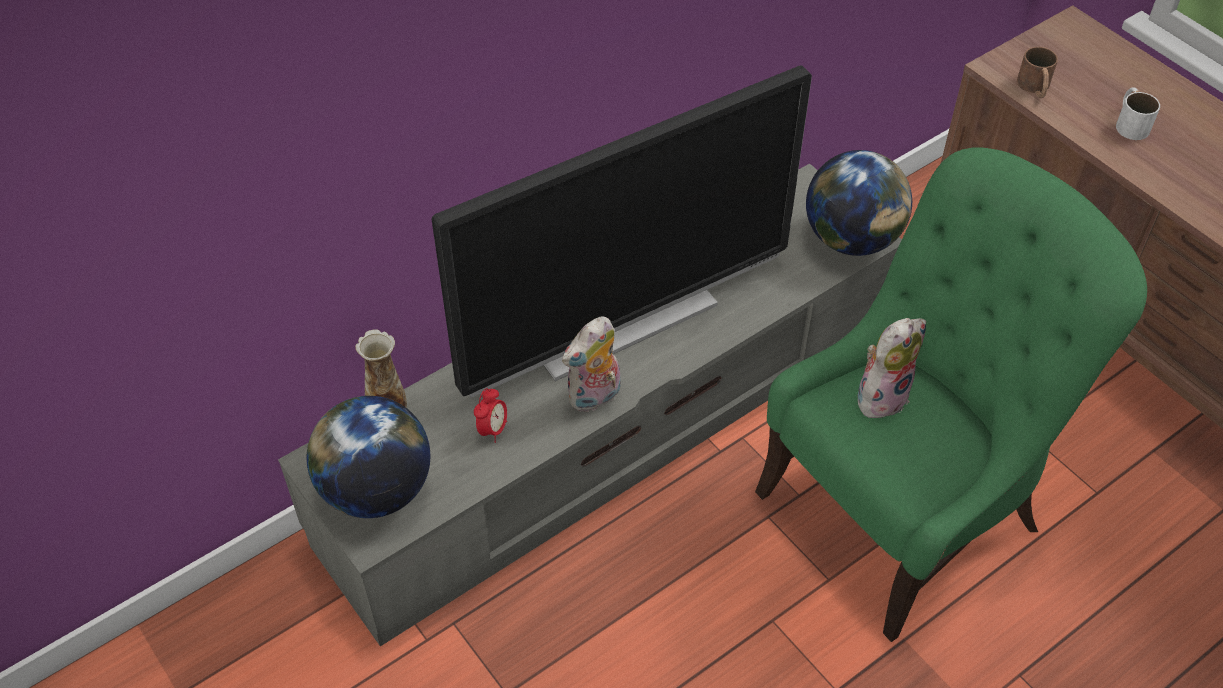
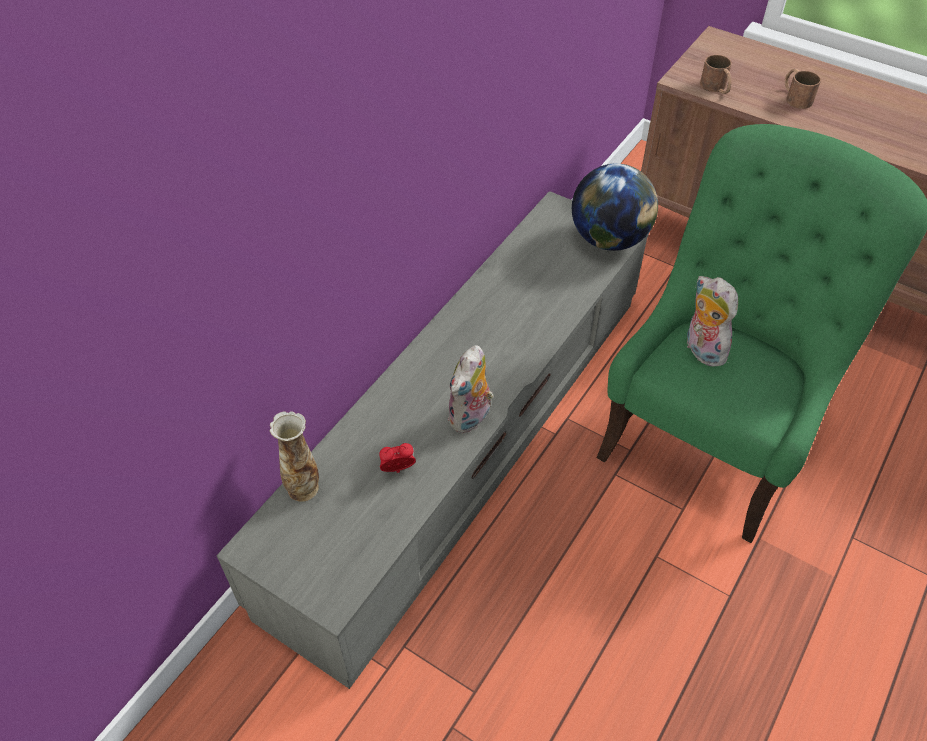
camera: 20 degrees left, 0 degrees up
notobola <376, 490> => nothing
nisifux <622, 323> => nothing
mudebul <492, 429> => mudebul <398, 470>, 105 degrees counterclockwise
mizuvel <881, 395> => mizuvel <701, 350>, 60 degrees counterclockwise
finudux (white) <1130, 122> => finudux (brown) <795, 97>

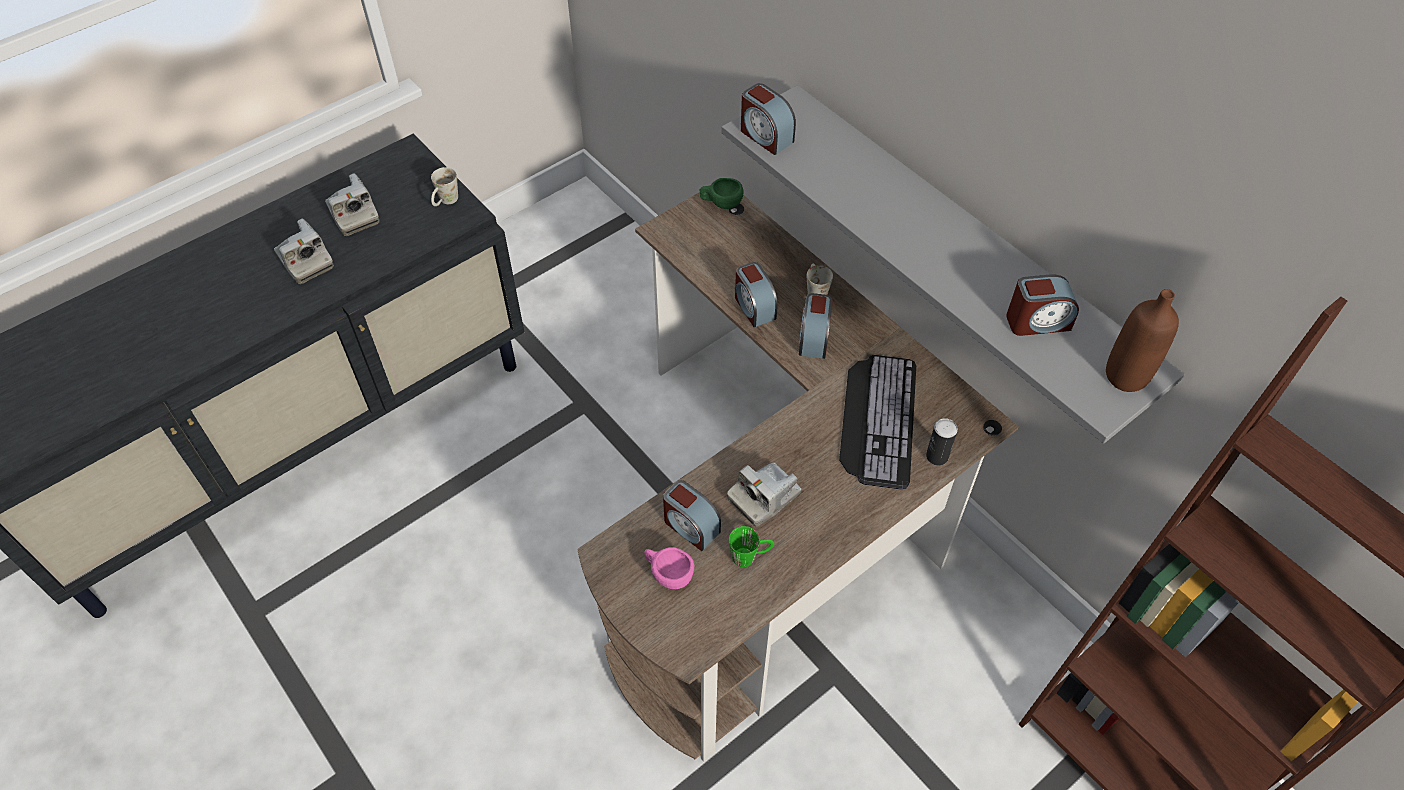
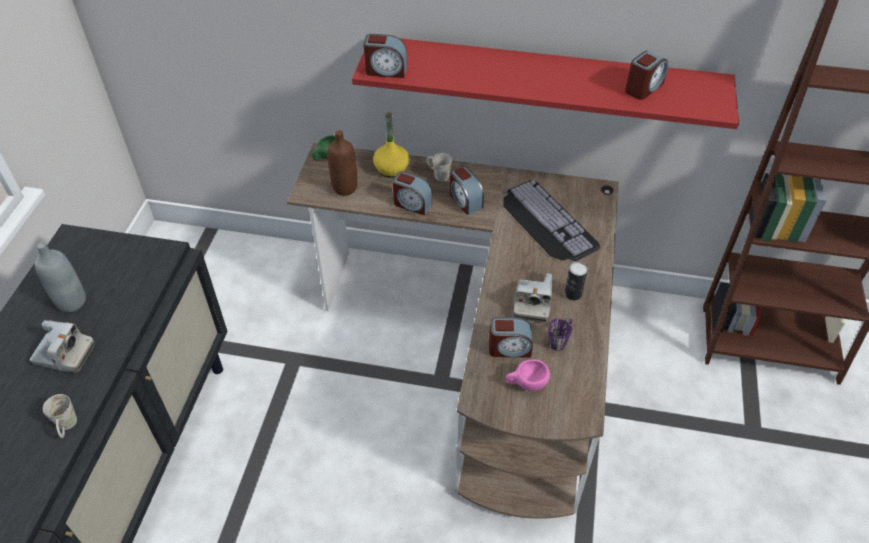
camera: 40 degrees left, 5 degrees down
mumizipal <353, 215> => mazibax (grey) <71, 302>
finudux (white) <445, 202> => finudux (white) <67, 427>, moved
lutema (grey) <962, 244> => lutema (red) <544, 80>
finudux (green) <750, 556> => finudux (purple) <560, 340>
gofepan <937, 456> => gofepan <573, 294>, moved
mazibax (brown) <1126, 376> => mazibax (brown) <345, 188>, moved
nothing => mazibax (yellow) <391, 169>

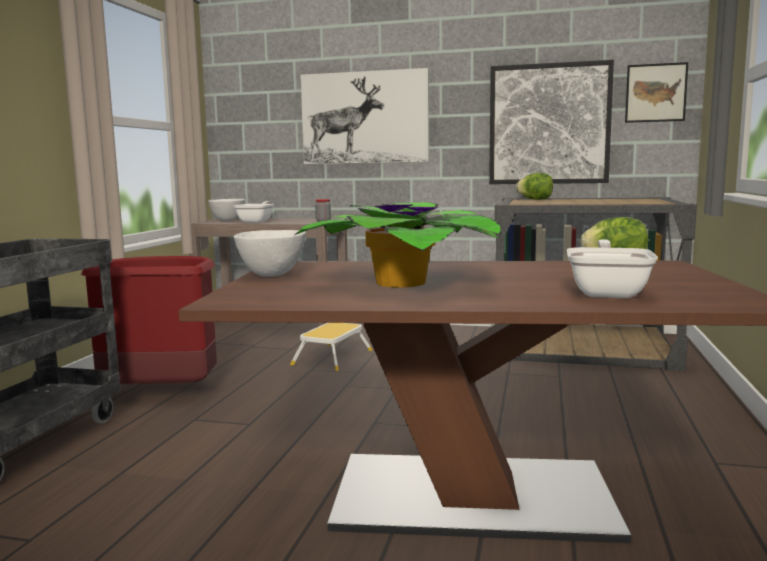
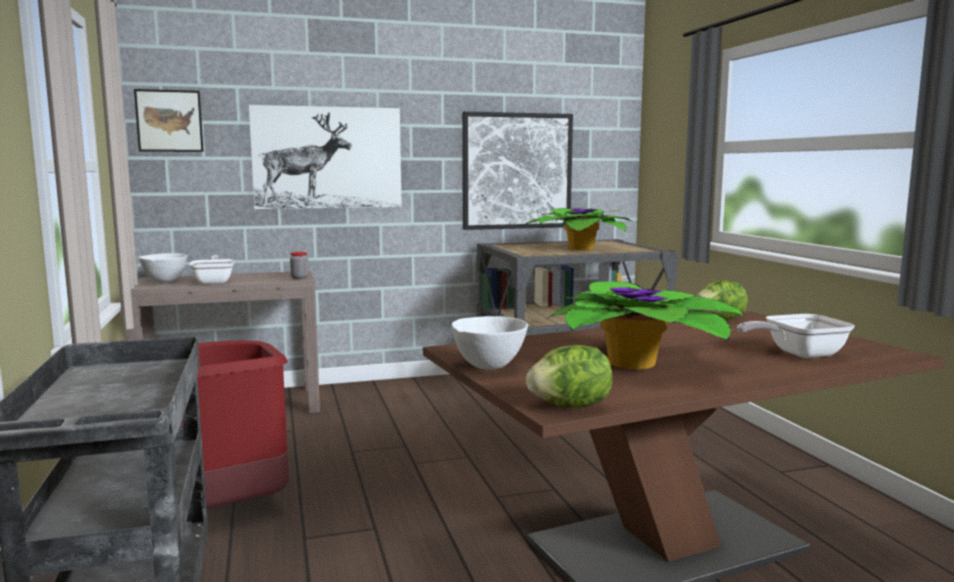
camera: 30 degrees left, 0 degrees up
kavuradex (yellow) <332, 357> => nothing
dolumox <535, 199> => dolumox <570, 406>, moved
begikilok <608, 292> => begikilok <798, 354>, 90 degrees counterclockwise
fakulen <655, 93> => fakulen <169, 121>, moved
nothing => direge <579, 248>

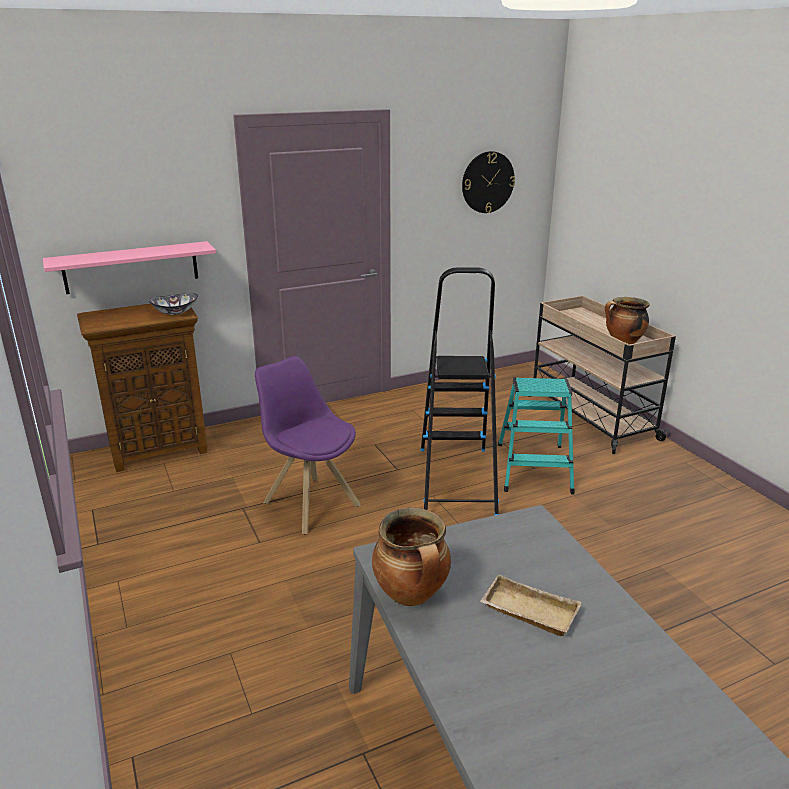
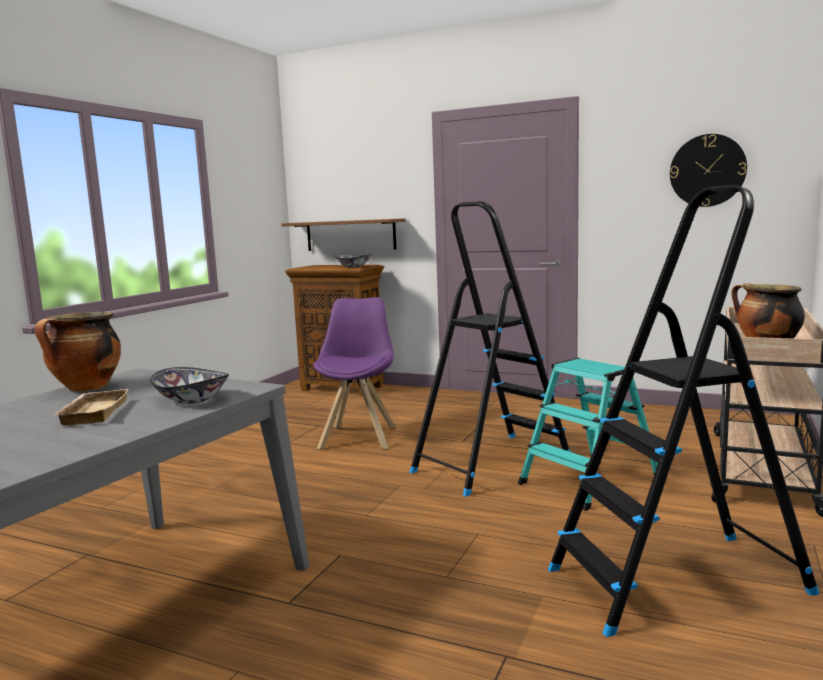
camera: 50 degrees right, 15 degrees down
lutema (pink) <131, 267> => lutema (brown) <350, 235>
nothing => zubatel <191, 400>
nothing => kavuradex (black) <675, 581>

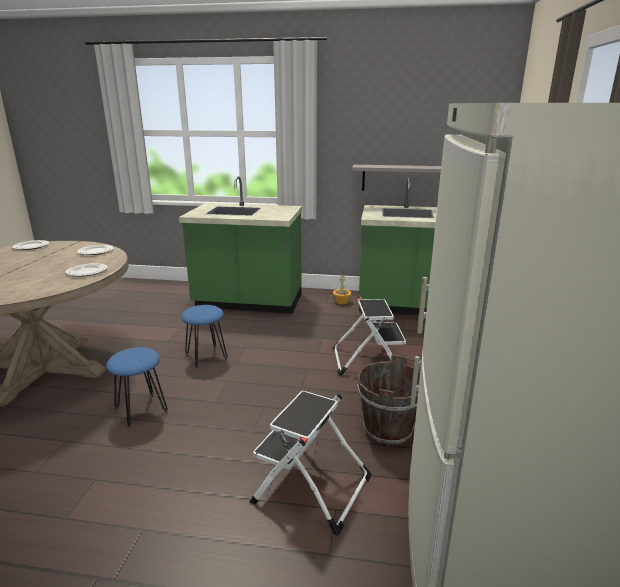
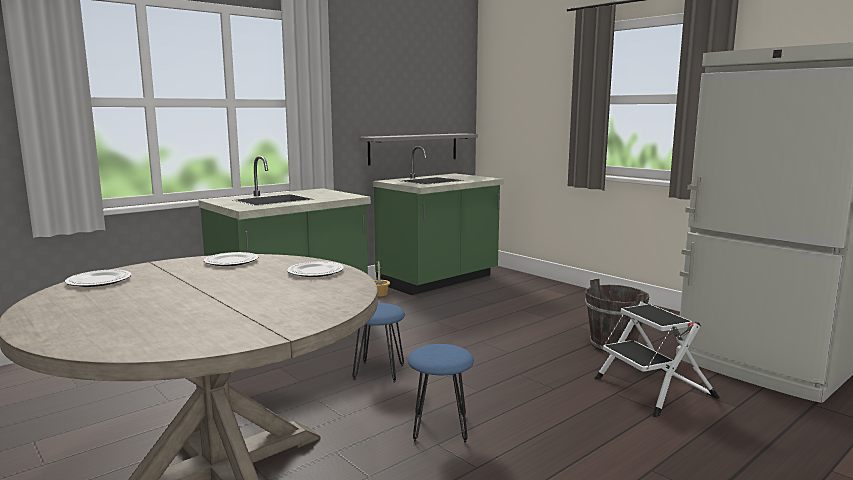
camera: 50 degrees left, 10 degrees down
kavuradex <367, 360> => nothing

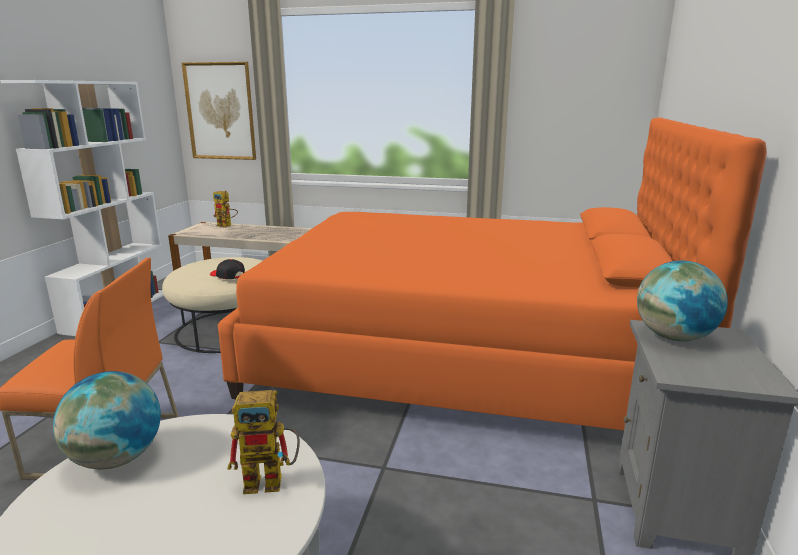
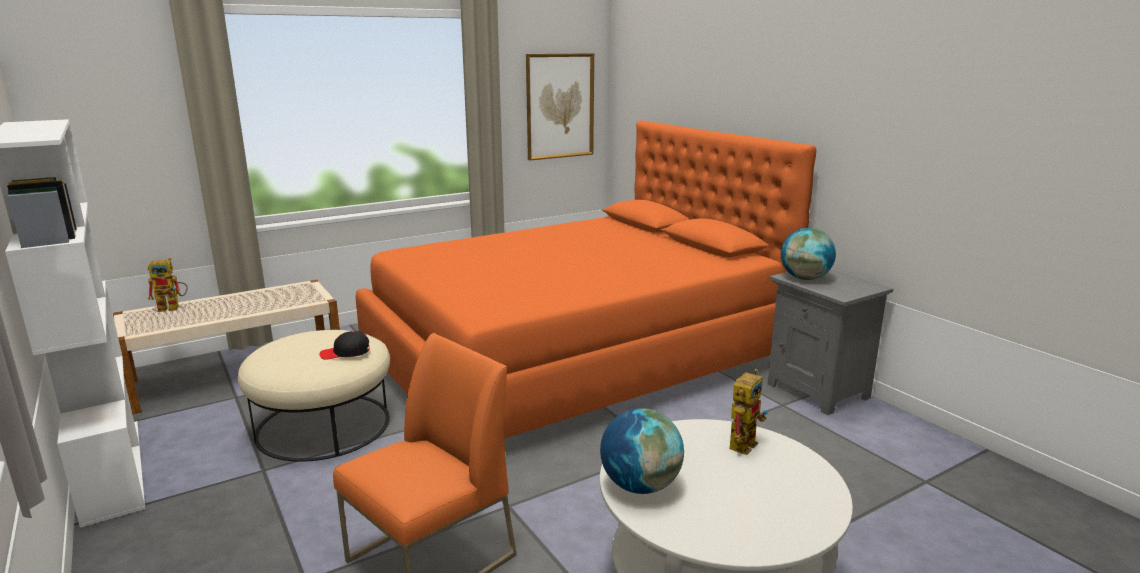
camera: 45 degrees left, 0 degrees up
fakulen <220, 111> => fakulen <559, 106>, moved

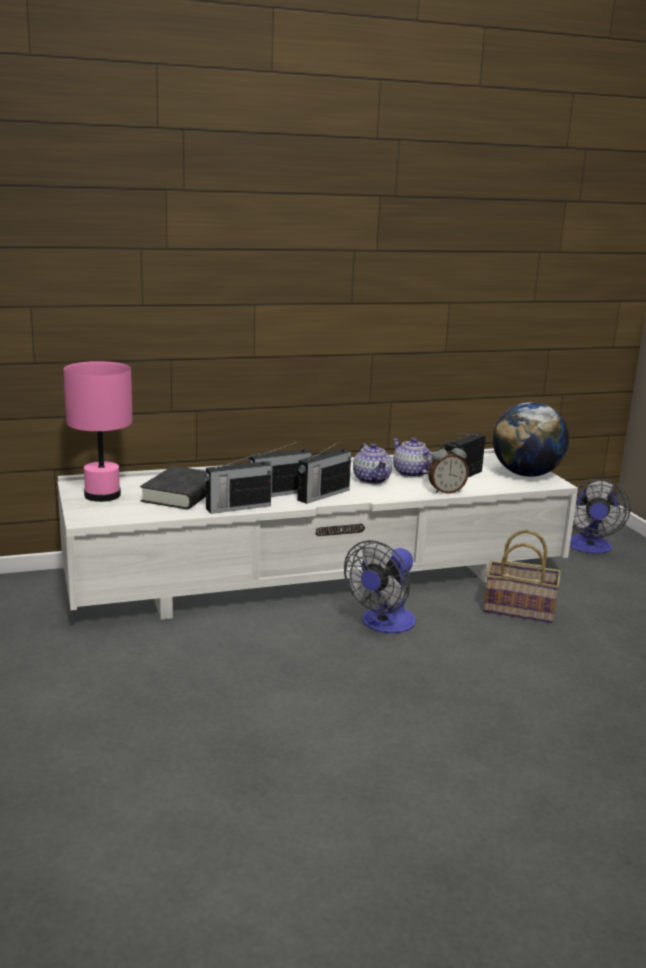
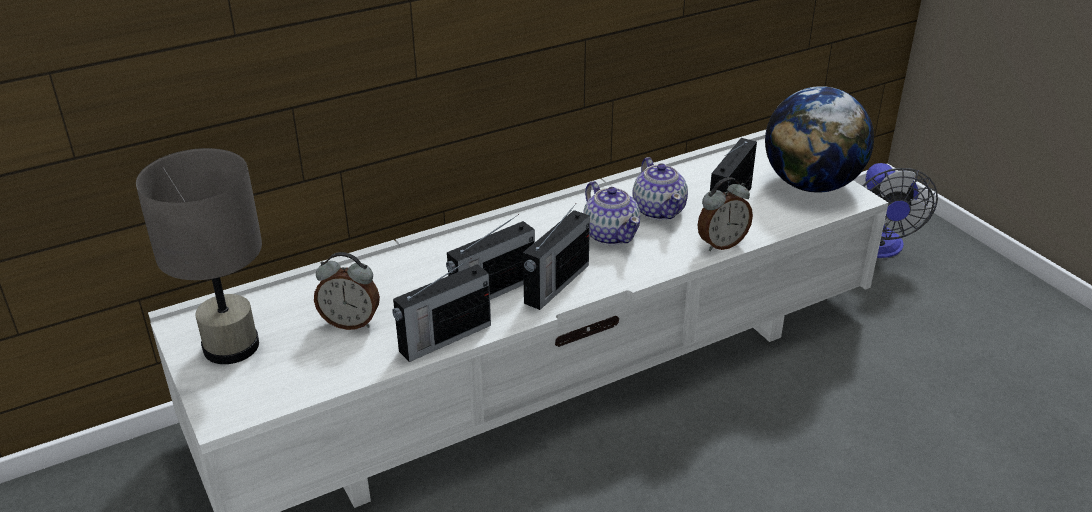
camera: 10 degrees left, 15 degrees up
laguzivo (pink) <103, 495> => laguzivo (grey) <232, 346>
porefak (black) <181, 494> => mudebul <351, 322>
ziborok <383, 624> => nothing
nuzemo <411, 473> => nuzemo <659, 210>, 150 degrees counterclockwise
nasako <521, 609> => nothing

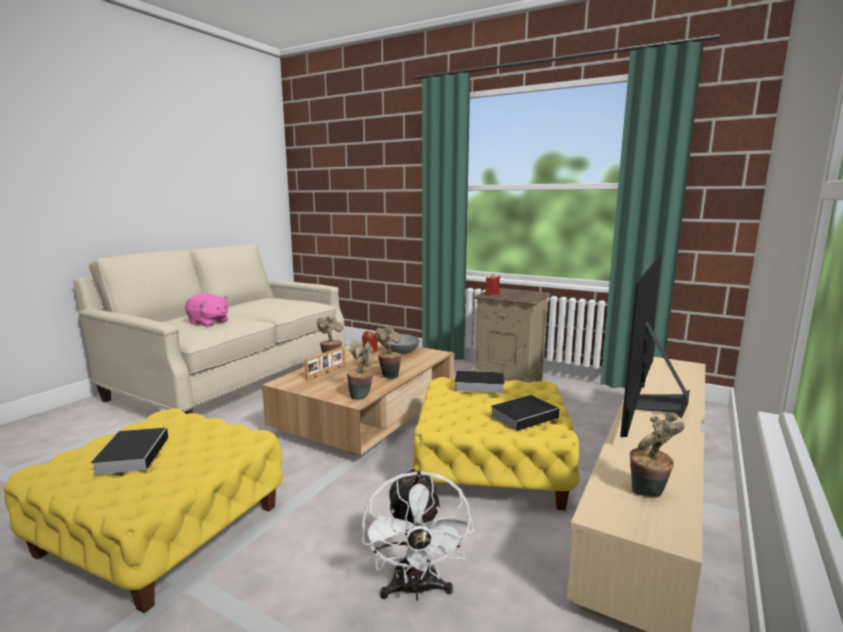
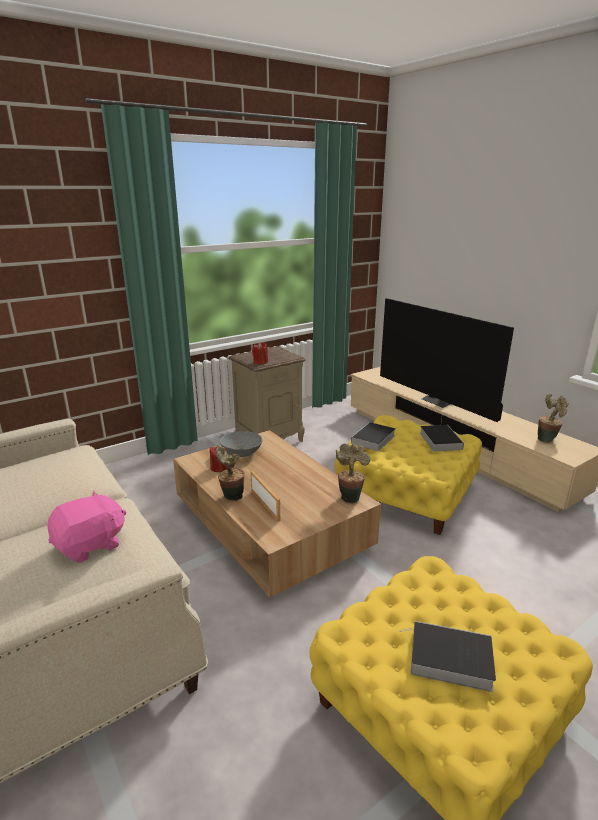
camera: 65 degrees left, 10 degrees up
ziborok (white) <416, 590> => nothing
direge <389, 375> => nothing

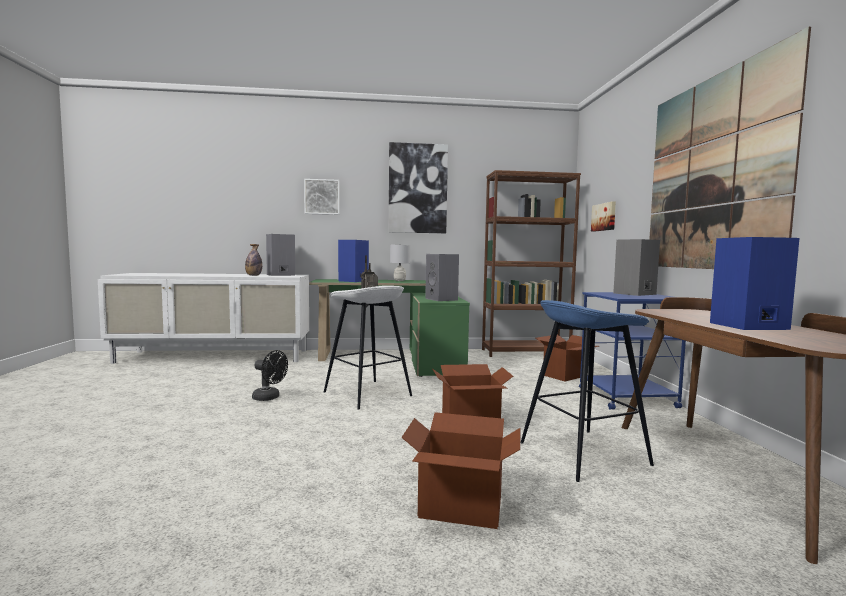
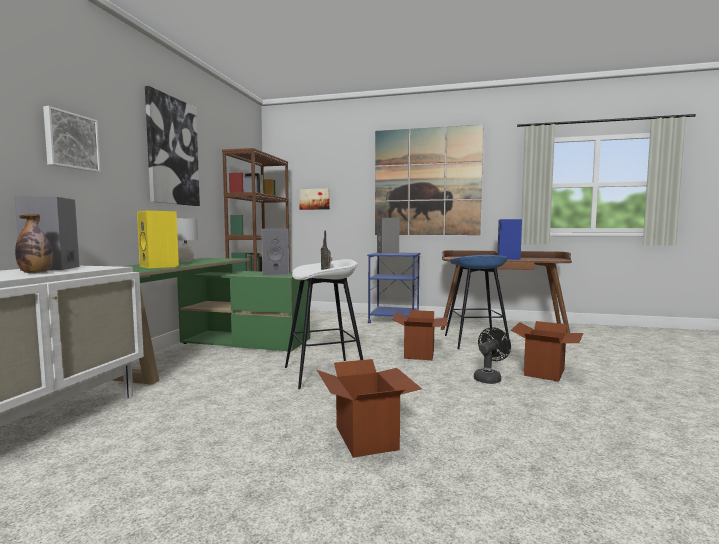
camera: 70 degrees left, 0 degrees up
ziborok (black) <269, 398> => ziborok (black) <489, 378>, moved
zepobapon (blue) <353, 281> => zepobapon (yellow) <160, 266>
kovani <565, 375> => kovani <367, 437>, moved

